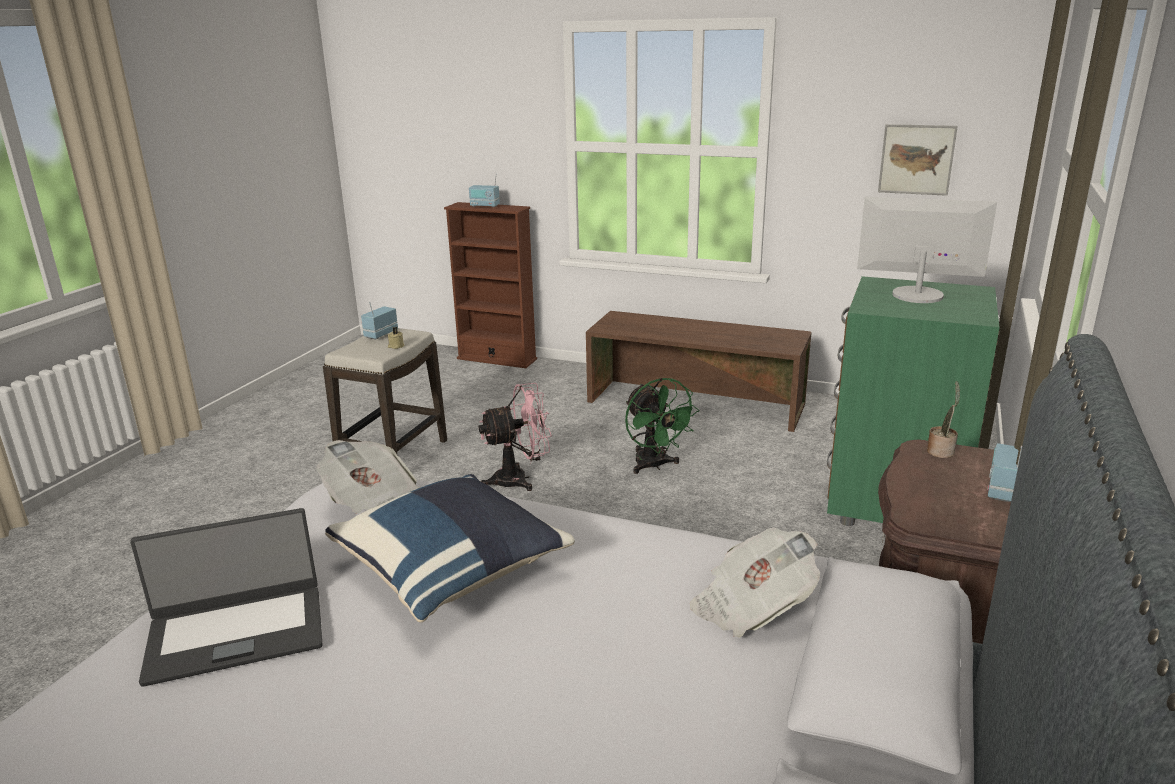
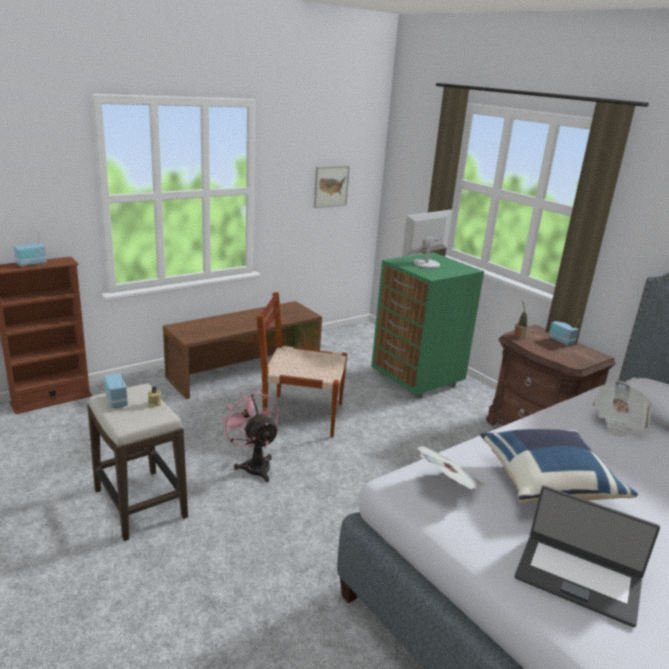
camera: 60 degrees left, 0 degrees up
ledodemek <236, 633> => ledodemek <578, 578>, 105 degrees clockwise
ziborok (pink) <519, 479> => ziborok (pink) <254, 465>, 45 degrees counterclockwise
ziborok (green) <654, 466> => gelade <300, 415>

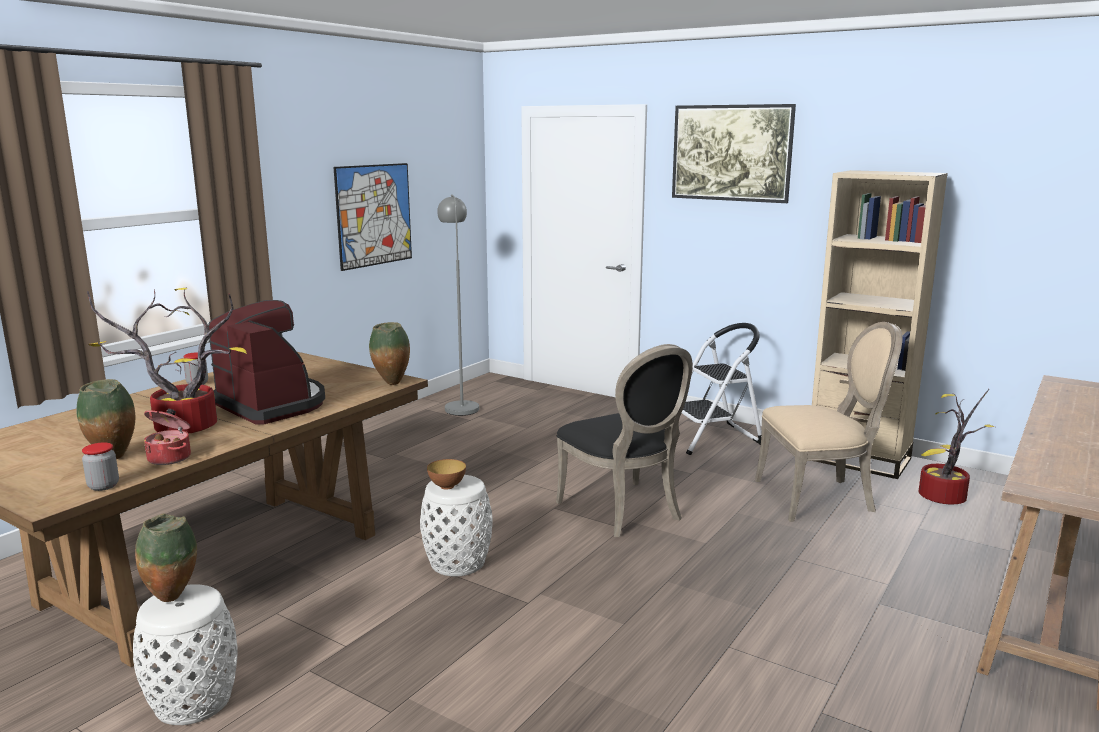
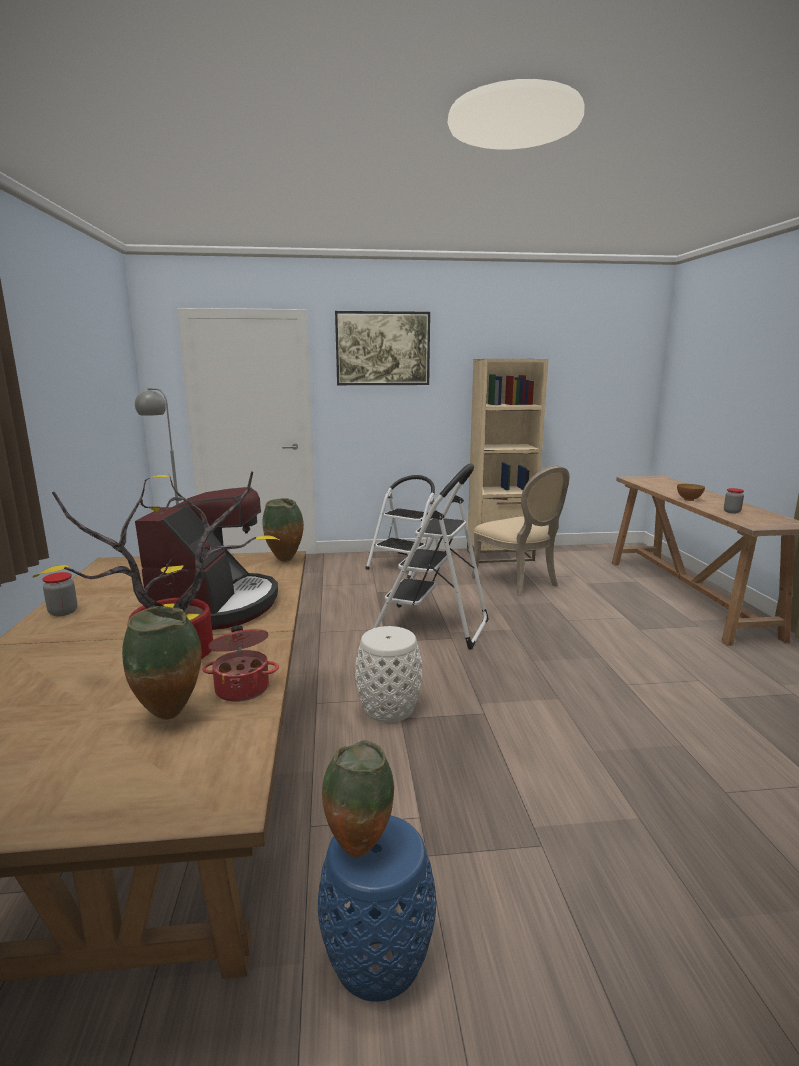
camera: 40 degrees left, 0 degrees up
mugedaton <103, 486> => mugedaton <732, 512>, moved
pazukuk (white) <193, 702> => pazukuk (blue) <378, 958>
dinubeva <273, 404> => dinubeva <216, 606>, 90 degrees clockwise
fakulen <374, 215> => nothing
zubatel <447, 486> => zubatel <689, 500>, moved
gelade (black) <624, 511> => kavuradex <434, 627>
gelade (beige) <819, 497> => gelade (beige) <519, 582>, 105 degrees clockwise
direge <944, 499> => nothing

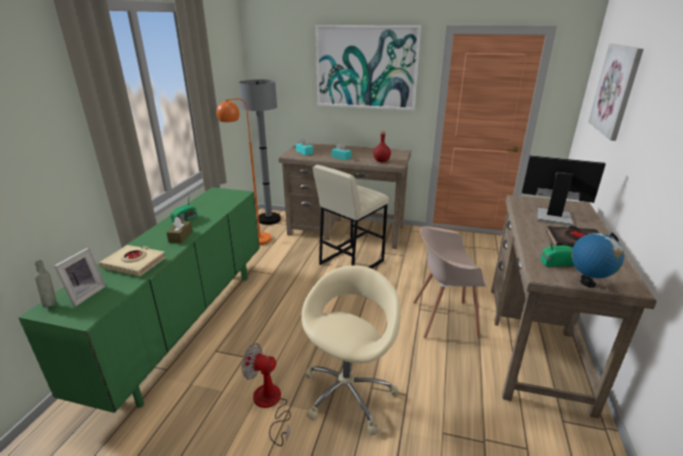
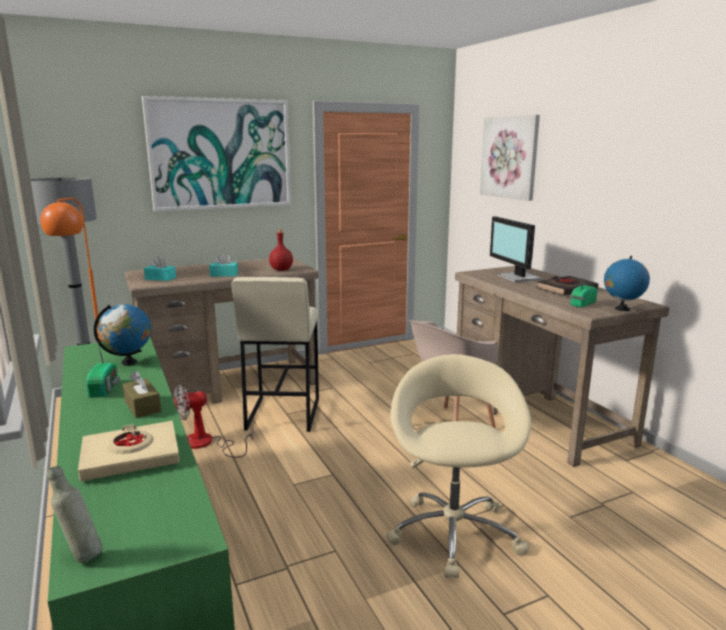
camera: 40 degrees left, 10 degrees down
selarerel <85, 294> => nothing
ziborok <270, 404> => ziborok <206, 444>, moved
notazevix <552, 216> => notazevix <518, 278>, 90 degrees counterclockwise
nothing => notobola <129, 363>

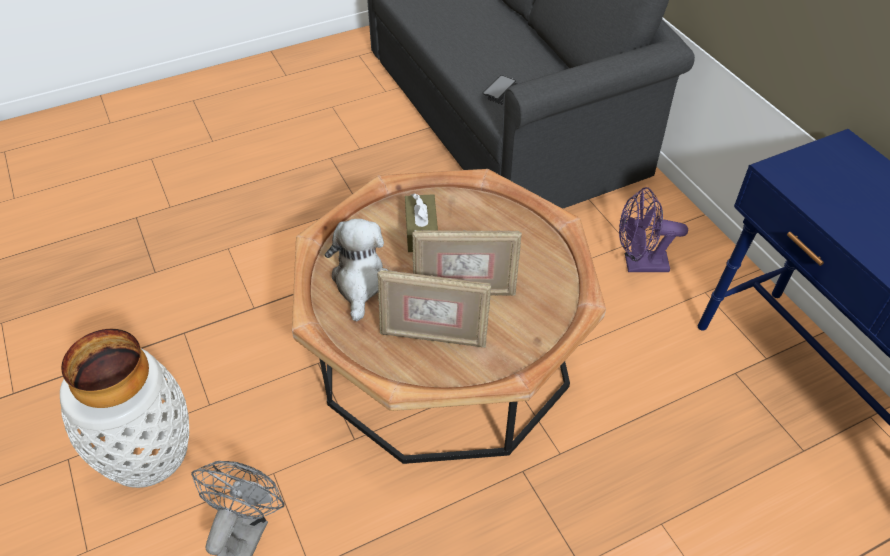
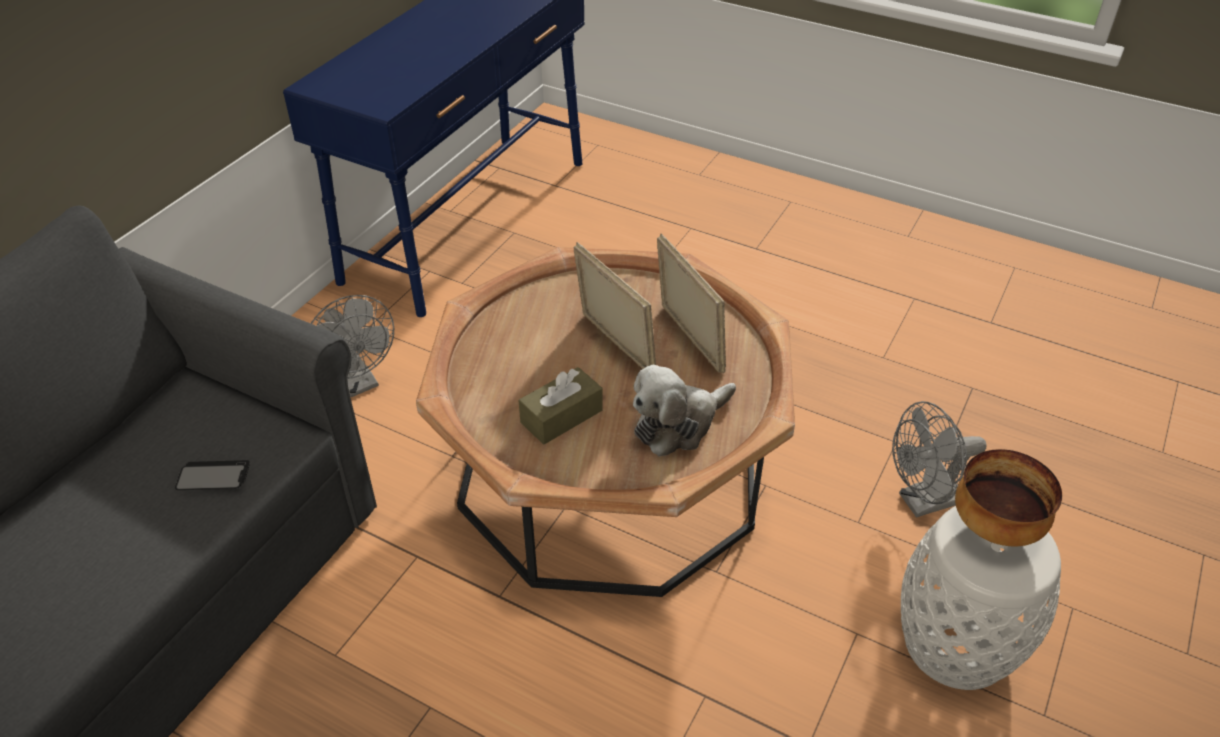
camera: 125 degrees left, 5 degrees down
ziborok (purple) <639, 264> => ziborok (grey) <359, 382>

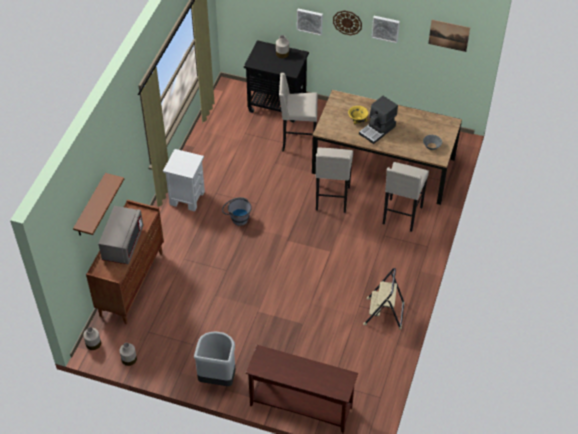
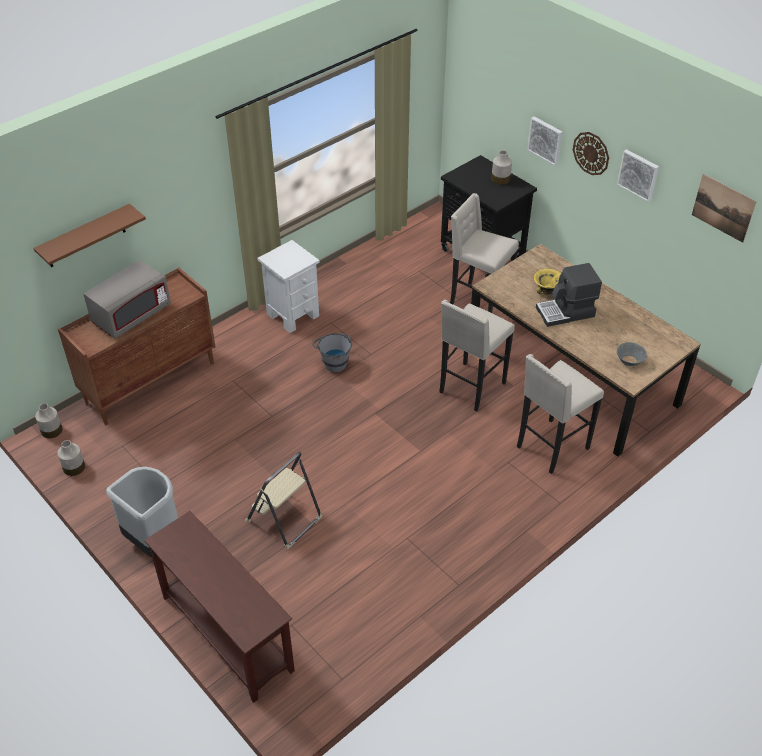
camera: 30 degrees right, 5 degrees down
kavuradex (beige) <386, 313> => kavuradex (beige) <286, 520>, moved

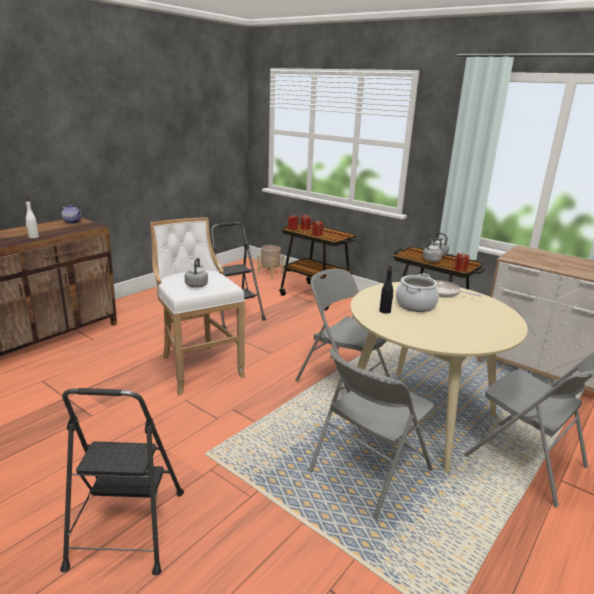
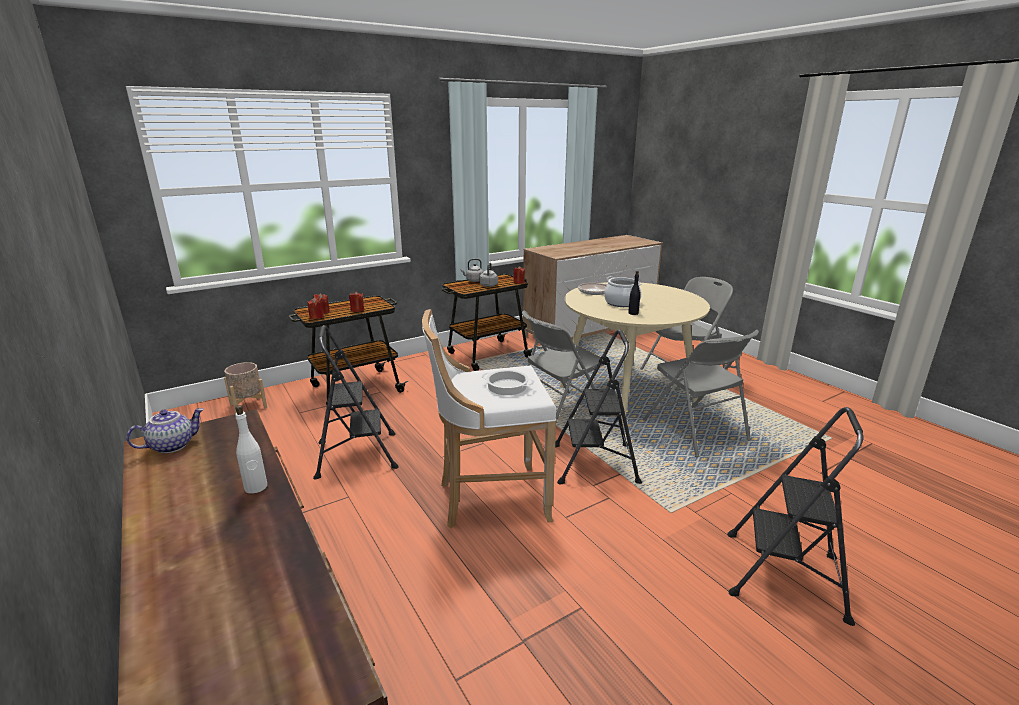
camera: 70 degrees left, 0 degrees up
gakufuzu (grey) <197, 285> => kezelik <506, 387>
nothing => kavuradex (black) <598, 463>

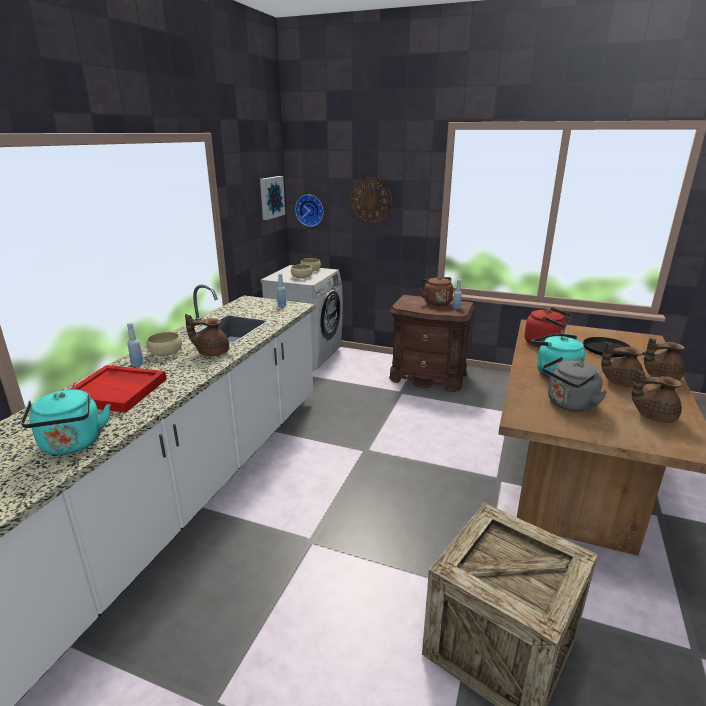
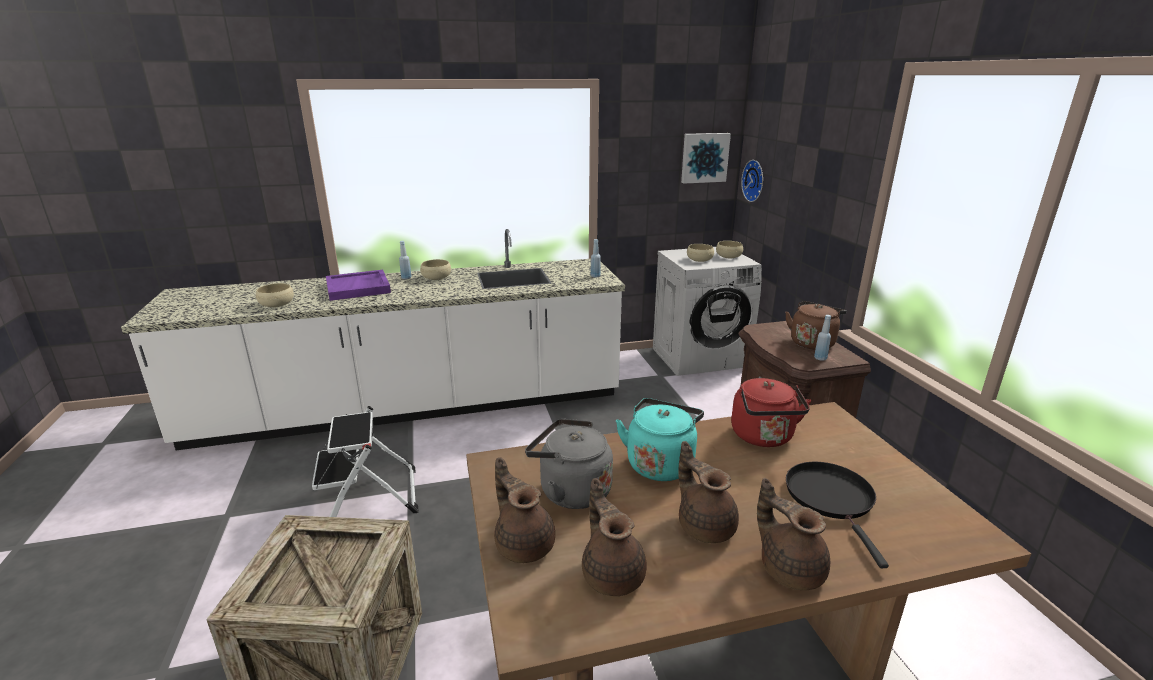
camera: 55 degrees right, 0 degrees up
gakufuzu (turquoise) <72, 445> => zubatel (beige) <276, 304>
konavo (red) <117, 391> => konavo (purple) <358, 288>
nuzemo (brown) <212, 352> => nuzemo (brown) <524, 543>, moved
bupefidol <371, 200> => nothing
nothing => kavuradex <369, 496>

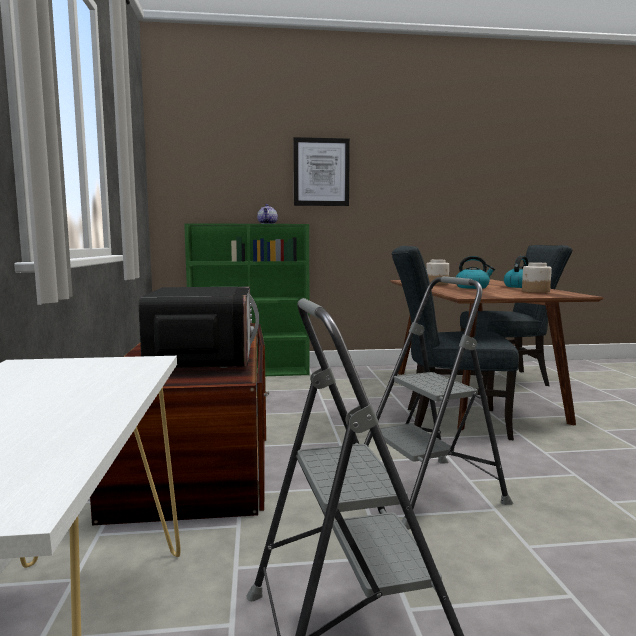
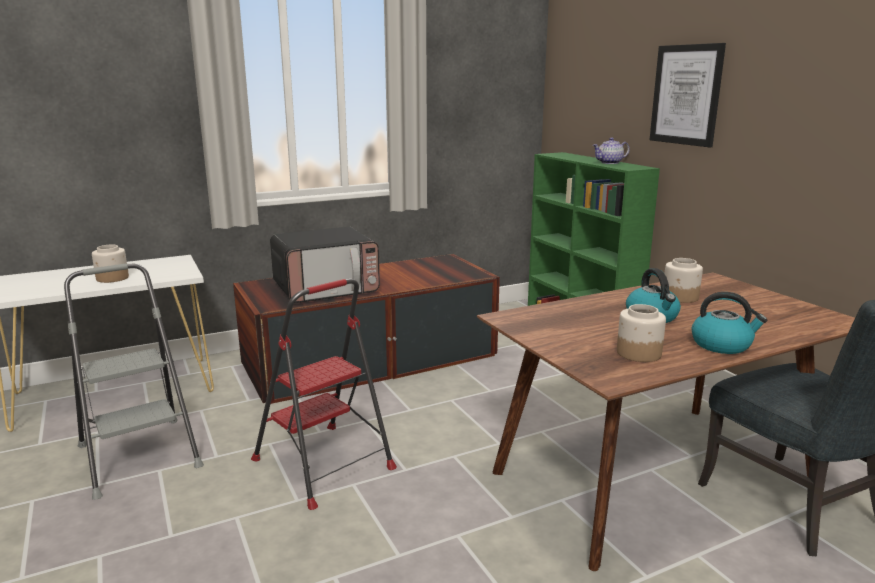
camera: 70 degrees right, 10 degrees up
kavuradex (grey) <430, 489> => kavuradex (red) <325, 465>
gelade (grey) <448, 421> => nothing
nothing => mugedaton <112, 278>

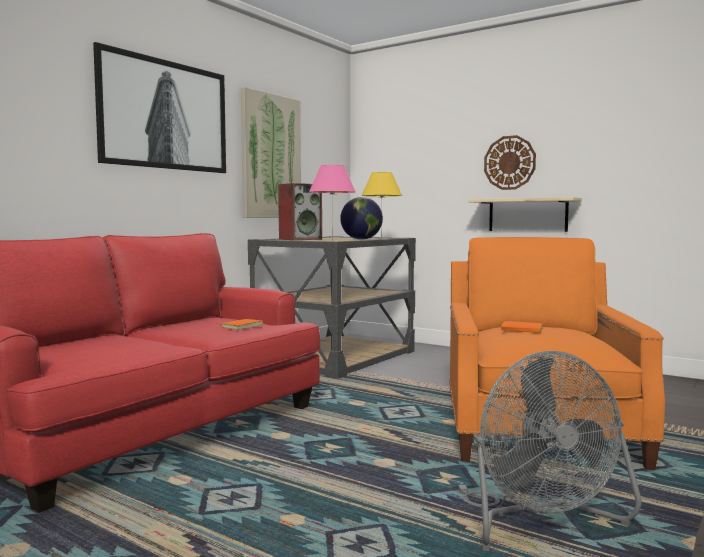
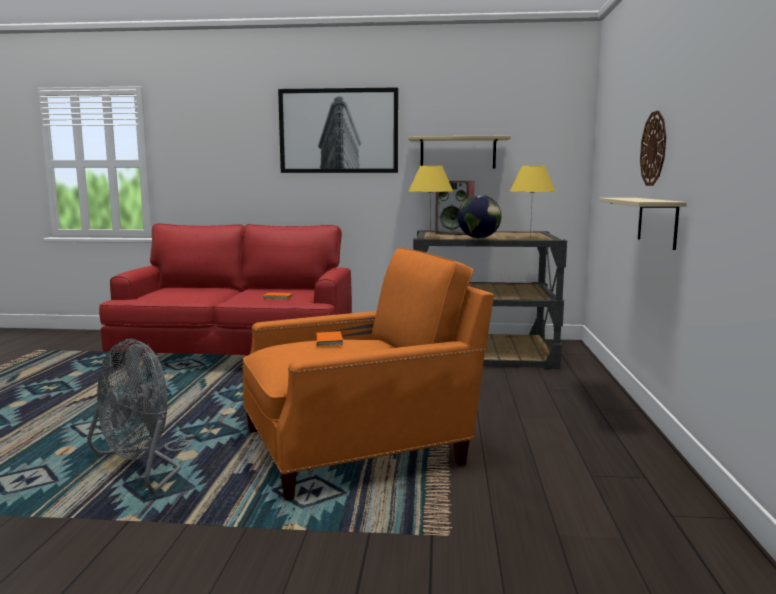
camera: 60 degrees right, 5 degrees up
fakulen <270, 156> => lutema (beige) <458, 153>
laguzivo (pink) <332, 241> => laguzivo (yellow) <430, 238>

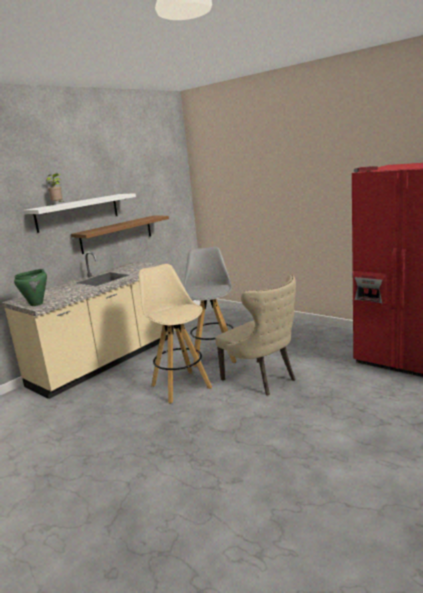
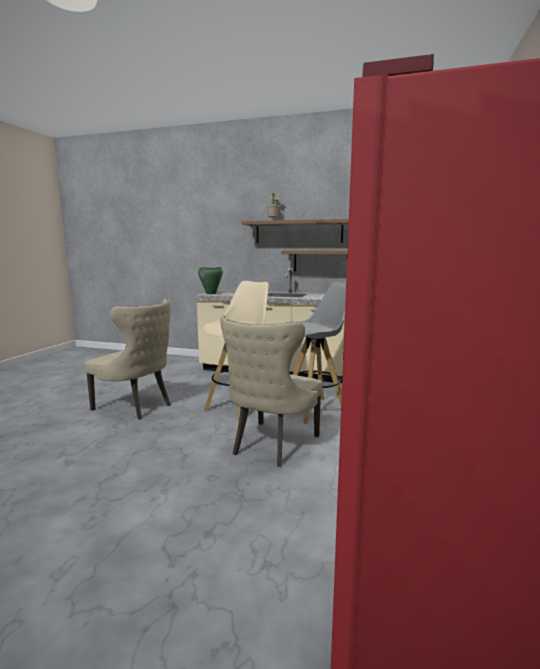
camera: 65 degrees right, 5 degrees down
lutema (white) <78, 212> => lutema (brown) <298, 232>
nothing => gelade (beige) <136, 406>

